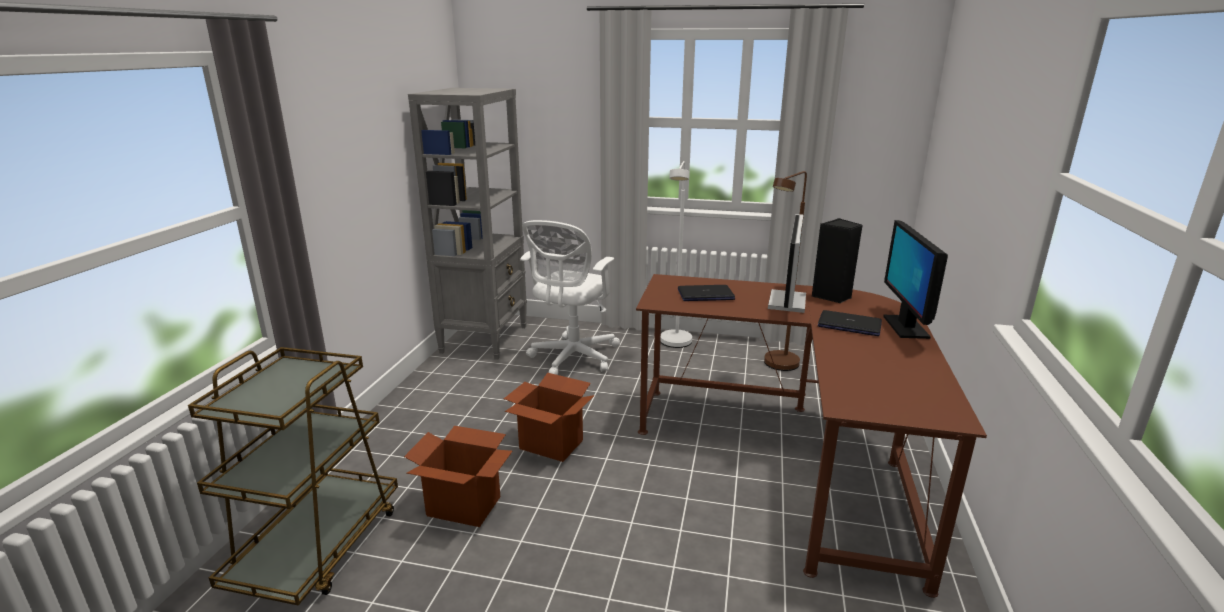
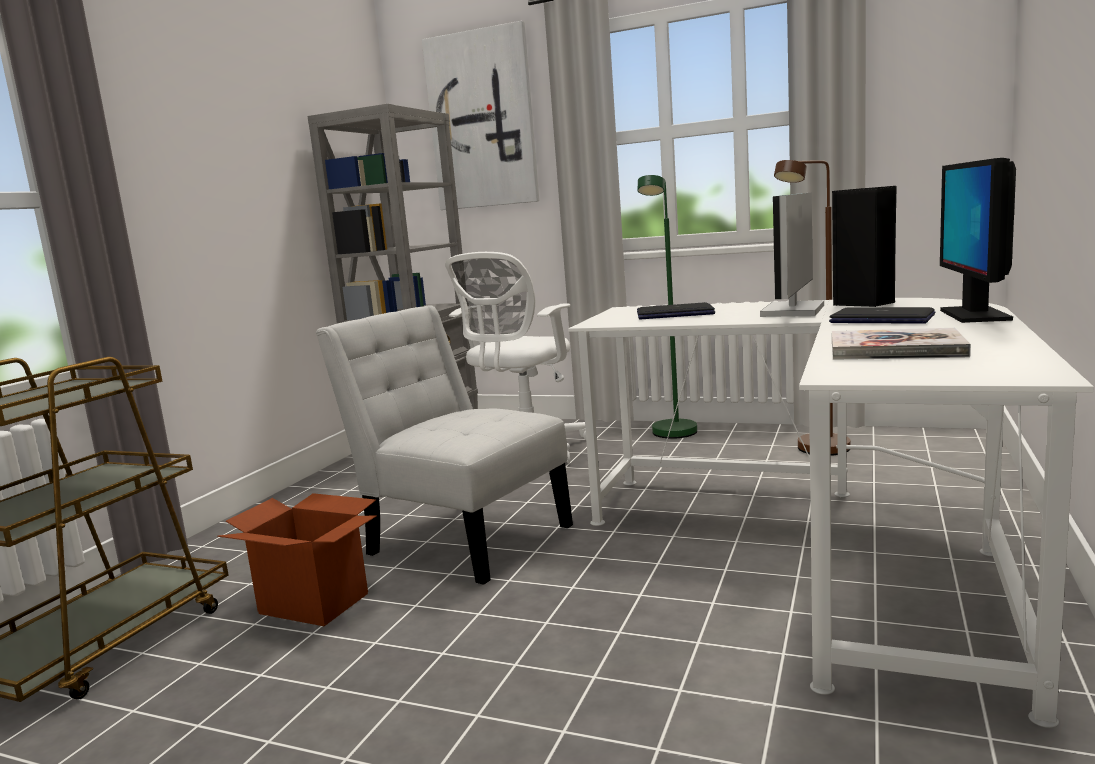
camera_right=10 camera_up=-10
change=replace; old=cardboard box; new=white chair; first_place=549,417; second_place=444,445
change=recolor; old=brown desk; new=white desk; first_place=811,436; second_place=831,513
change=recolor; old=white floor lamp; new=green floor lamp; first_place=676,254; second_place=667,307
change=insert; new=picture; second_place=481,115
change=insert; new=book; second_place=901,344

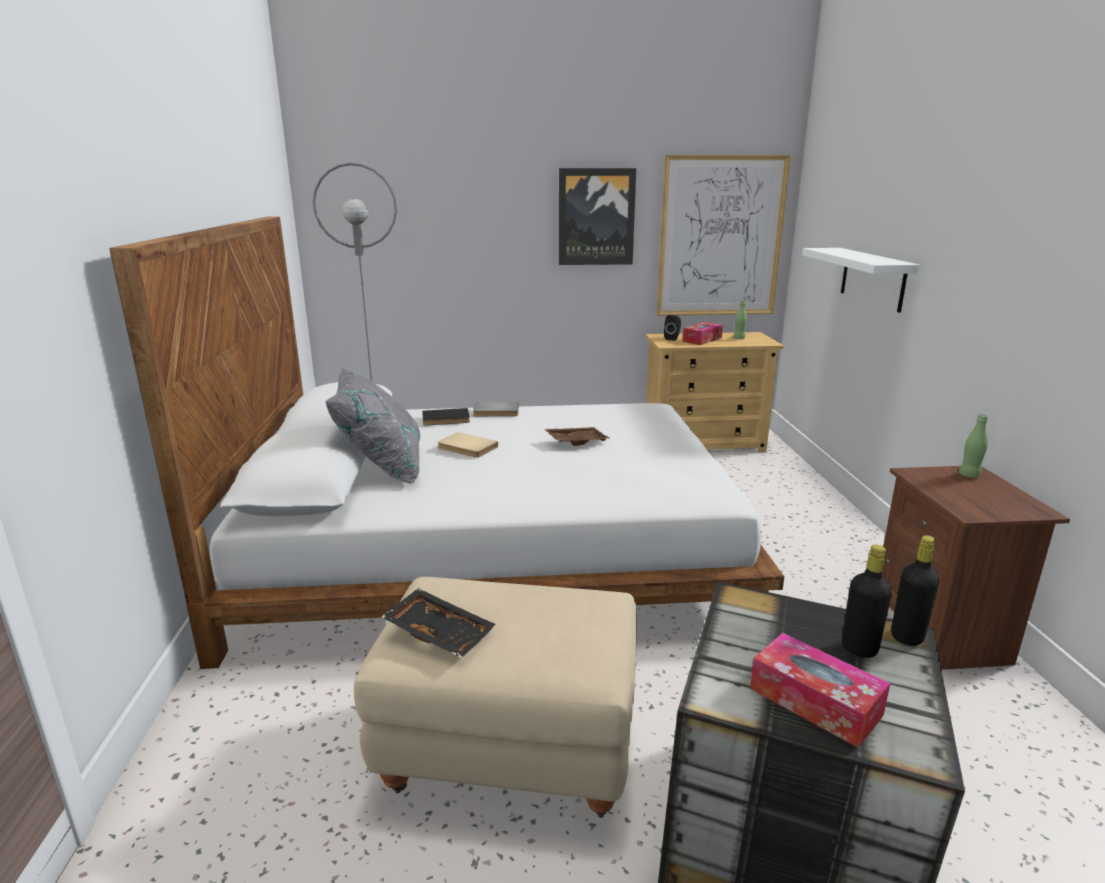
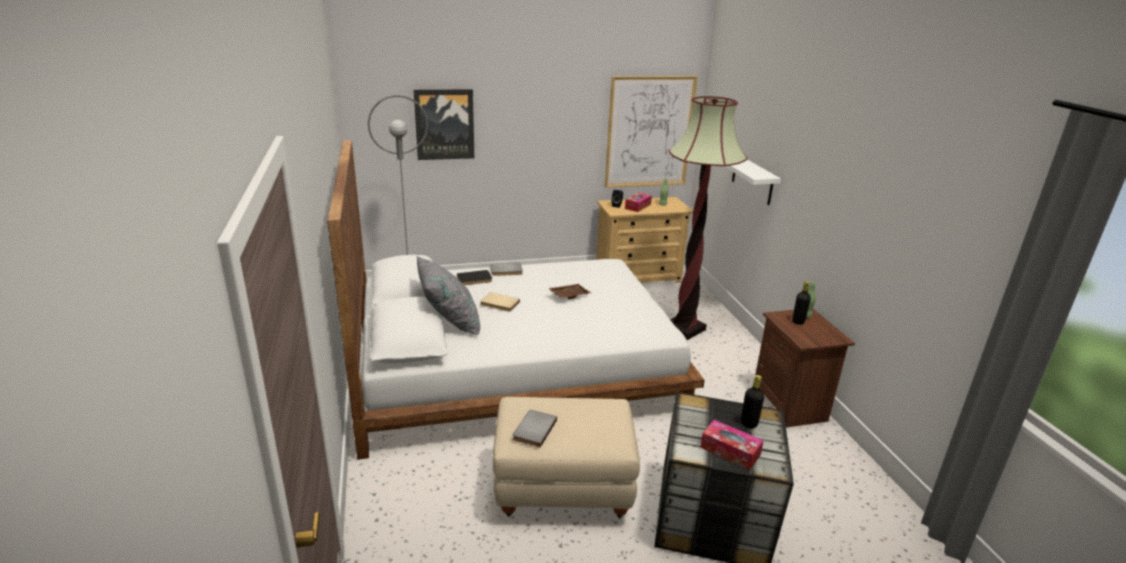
camera_right=-10 camera_up=5
change=replace; old=black tray; new=grey book; first_place=438,623; second_place=535,428
change=move; old=picture; first_place=597,216; second_place=444,124
change=move; old=black bottle; first_place=915,590; second_place=801,303
change=insert; new=floor lamp; second_place=708,218

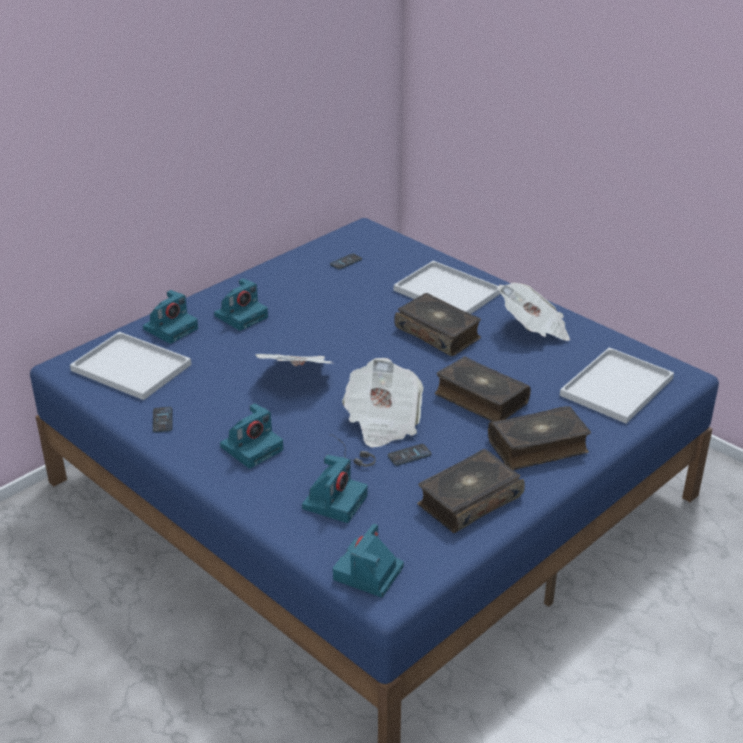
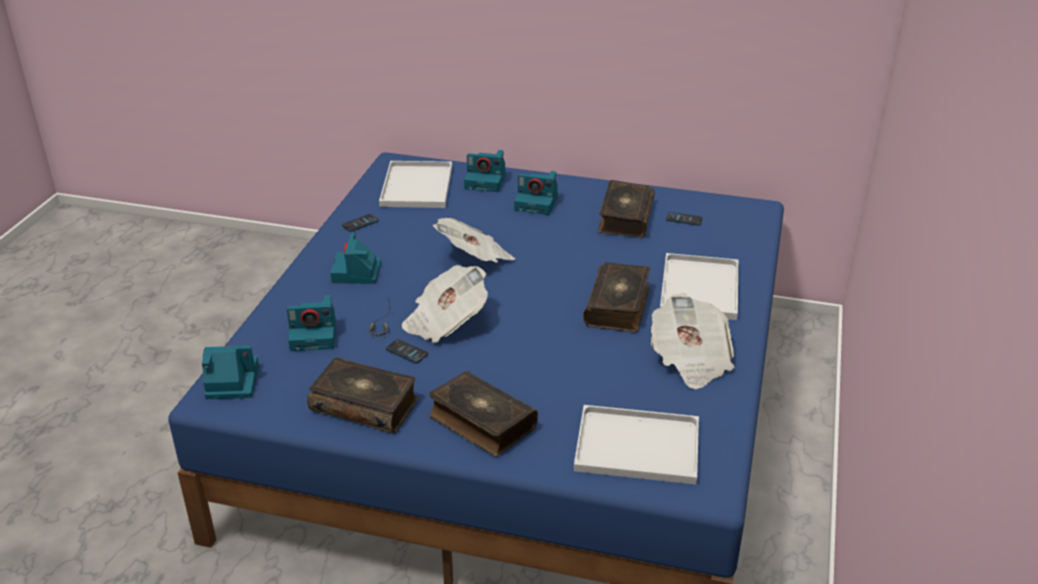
camera_right=60 camera_up=0
change=rotate; old=photo camera; first_place=251,436; second_place=355,258; degrees=75
change=move; old=book; first_place=483,389; second_place=626,209

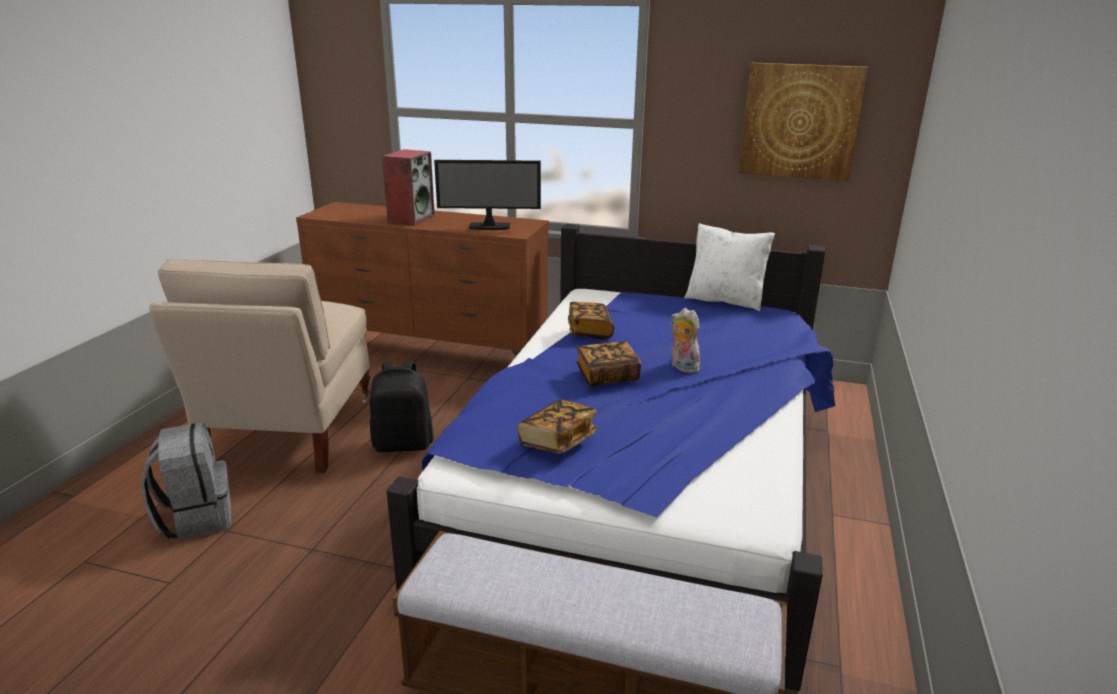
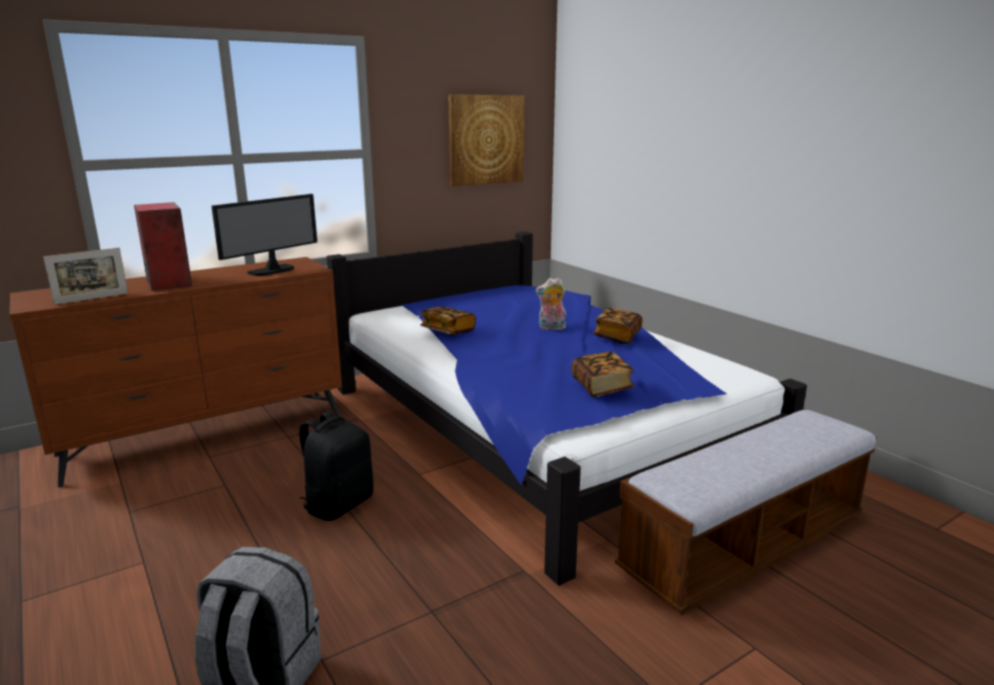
camera_right=-50 camera_up=-5
change=delete; old=beige chair; first_place=259,366
change=move; old=book; first_place=608,363; second_place=618,326
change=delete; old=white pillow; first_place=729,267
change=insert; new=picture frame; second_place=85,276

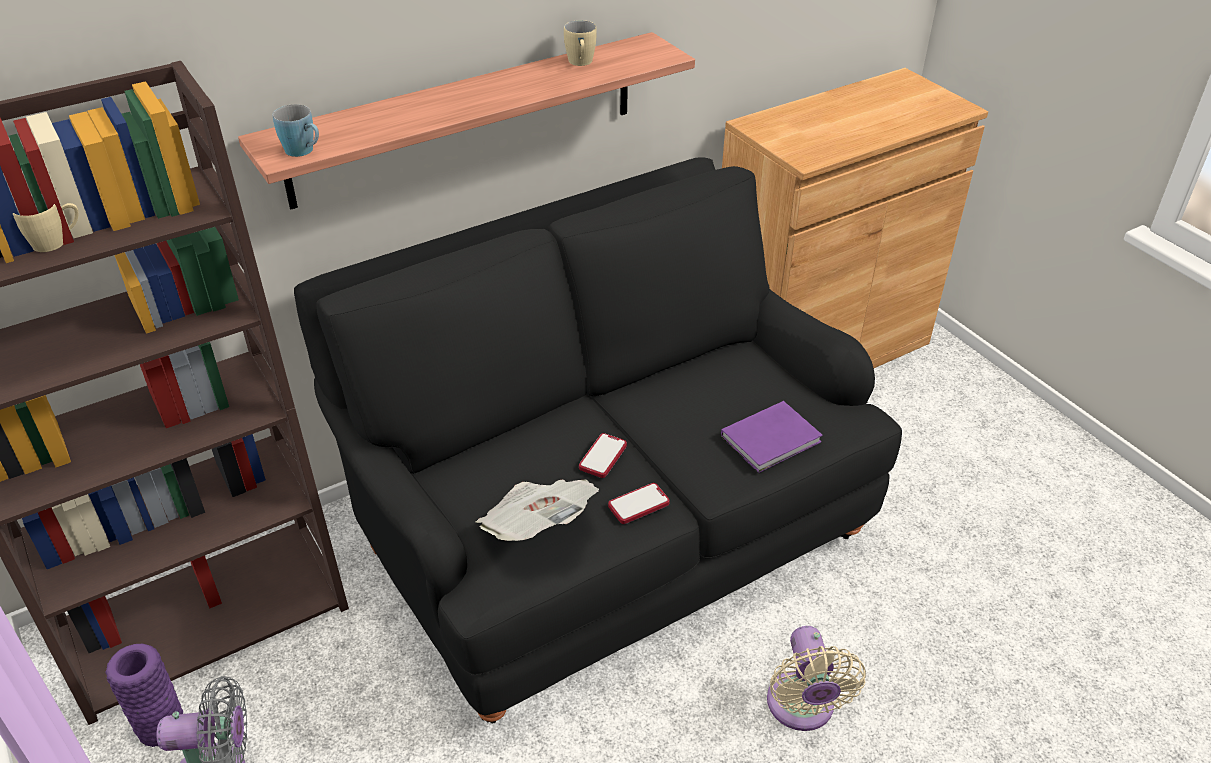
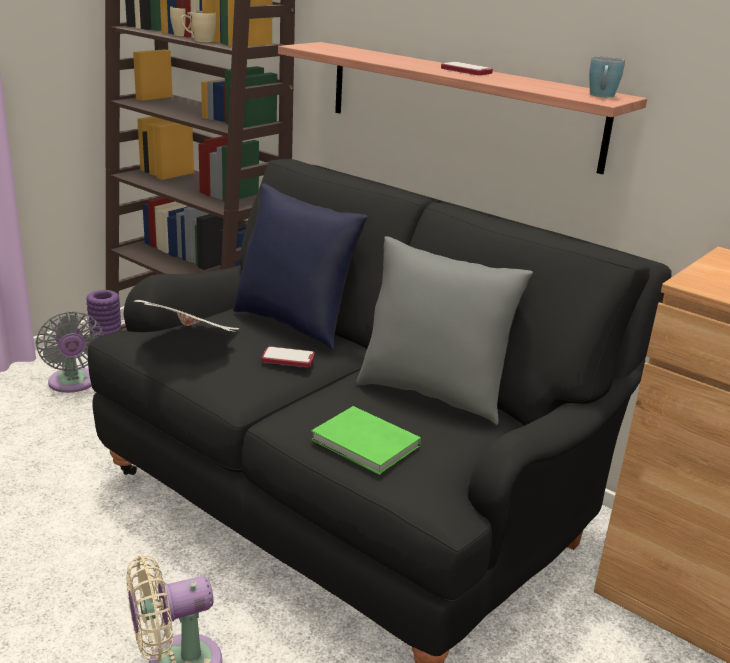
camera_right=70 camera_up=-15
change=move; old=blue mug; first_place=296,130; second_place=607,77
change=move; old=beige mug; first_place=580,43; second_place=198,26
change=move; old=phone; first_place=639,503; second_place=467,68
change=recolor; old=purple book; new=green book; first_place=772,437; second_place=366,440
change=insert; new=blue pillow; second_place=300,266
change=insert; new=grey pillow; second_place=444,330

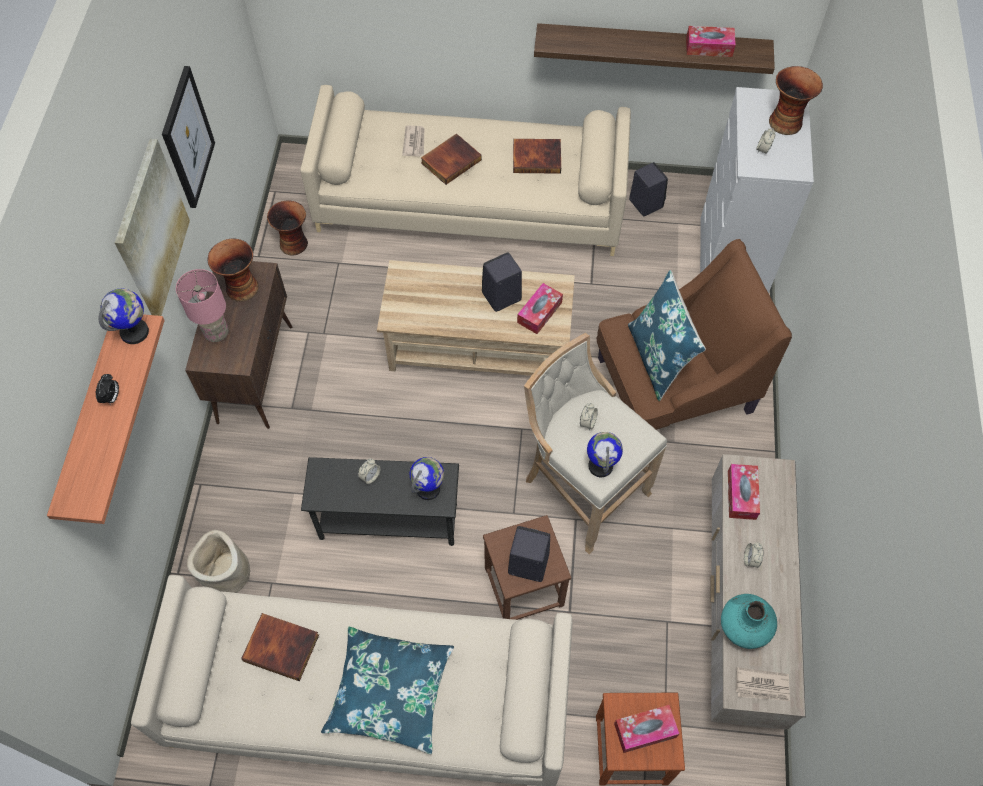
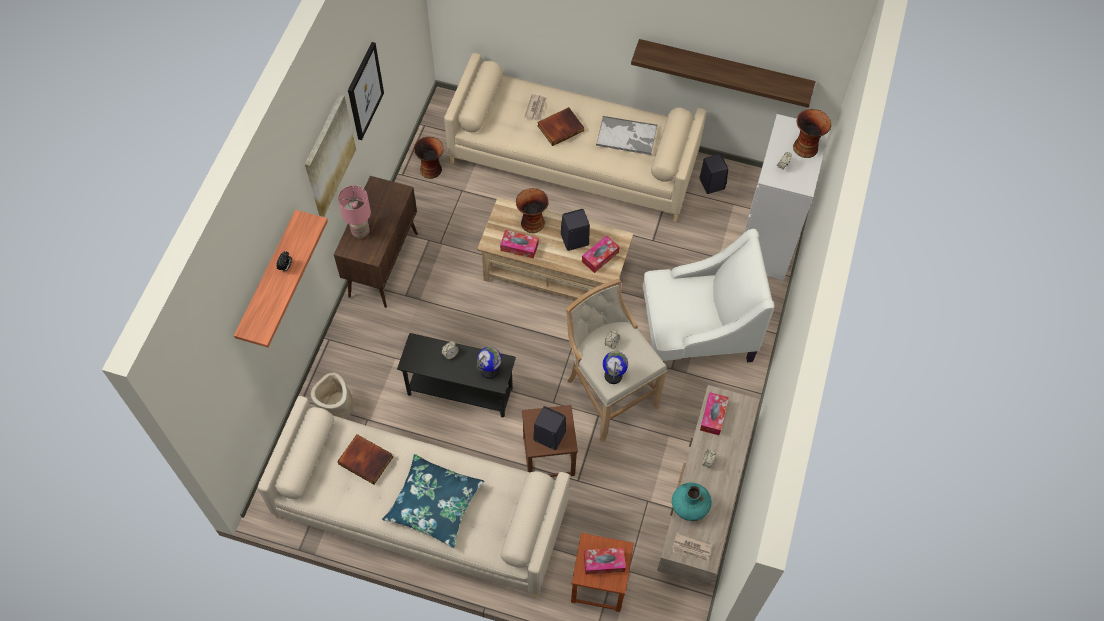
camera_right=10 camera_up=0
change=delete; old=globe; first_place=123,316
change=move; old=vase; first_place=233,270; second_place=532,210
change=replace; old=book; new=tray; first_place=537,156; second_place=627,135
change=recolor; old=brown armchair; new=white armchair; first_place=694,334; second_place=708,295
change=delete; old=blue pillow; first_place=667,335
change=move; old=tissue box; first_place=711,41; second_place=519,244

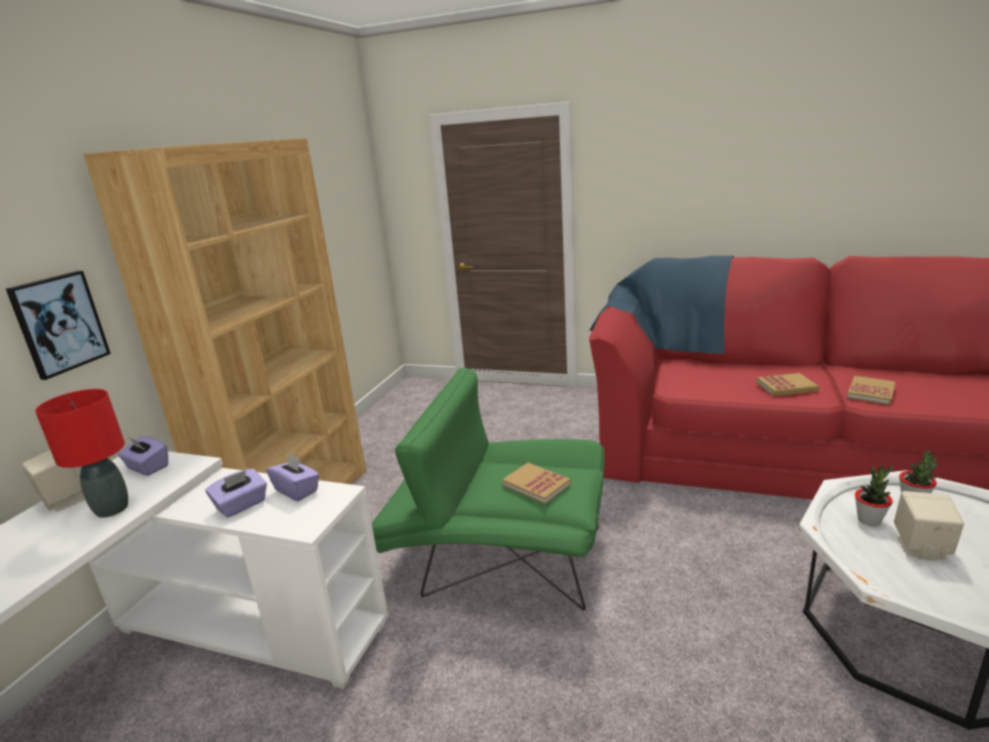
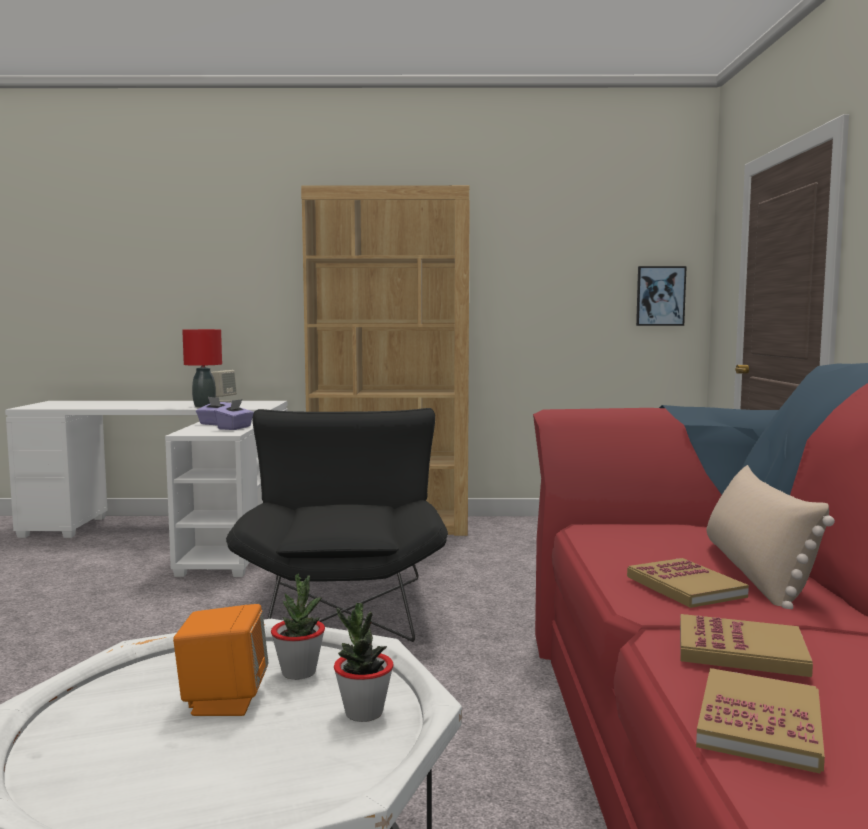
camera_right=70 camera_up=-15
change=move; old=picture; first_place=58,325; second_place=661,296
change=delete; old=purple tissue box; first_place=143,456
change=recolor; old=green armchair; new=black armchair; first_place=488,489; second_place=337,525
change=move; old=book; first_place=536,483; second_place=760,721
change=recolor; old=beige speaker; new=orange speaker; first_place=929,526; second_place=220,660
change=insert; new=beige pillow; second_place=771,537

